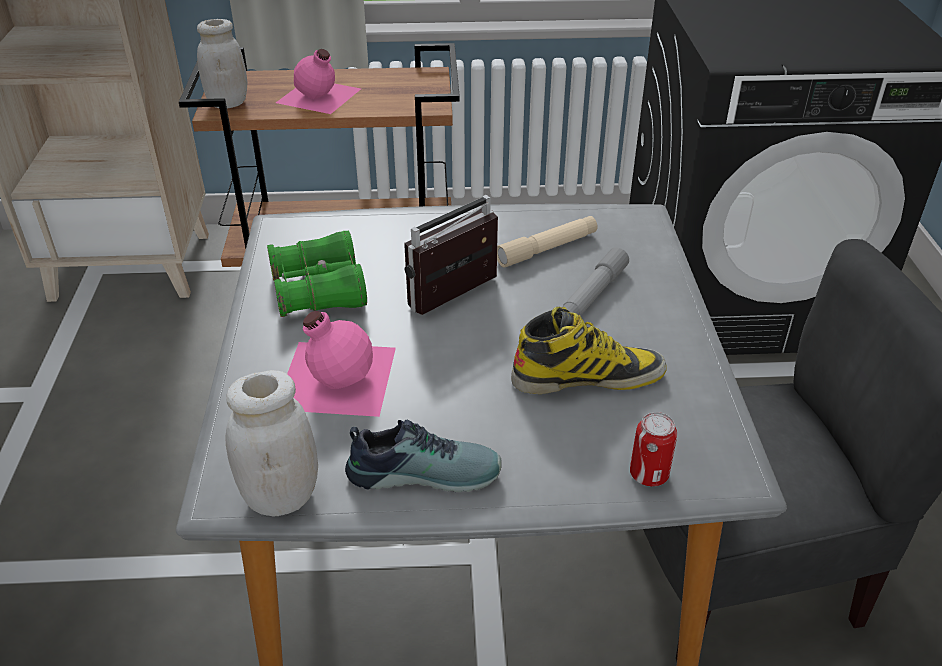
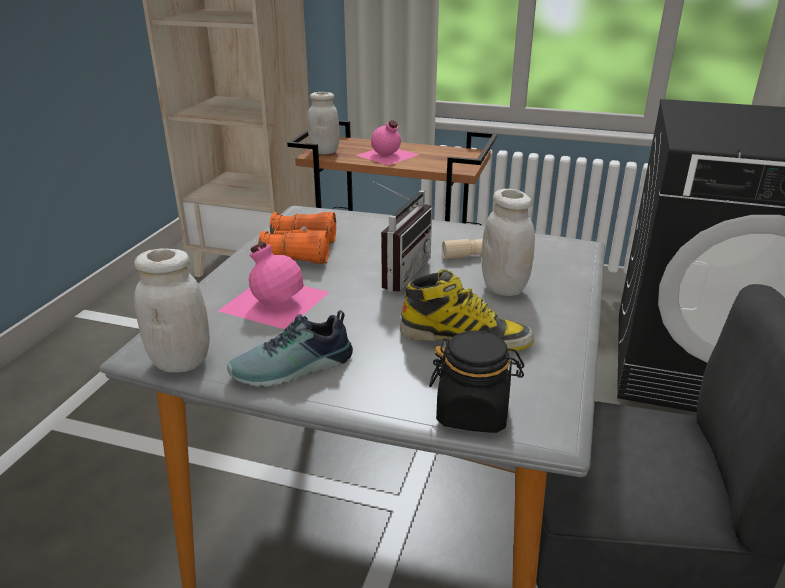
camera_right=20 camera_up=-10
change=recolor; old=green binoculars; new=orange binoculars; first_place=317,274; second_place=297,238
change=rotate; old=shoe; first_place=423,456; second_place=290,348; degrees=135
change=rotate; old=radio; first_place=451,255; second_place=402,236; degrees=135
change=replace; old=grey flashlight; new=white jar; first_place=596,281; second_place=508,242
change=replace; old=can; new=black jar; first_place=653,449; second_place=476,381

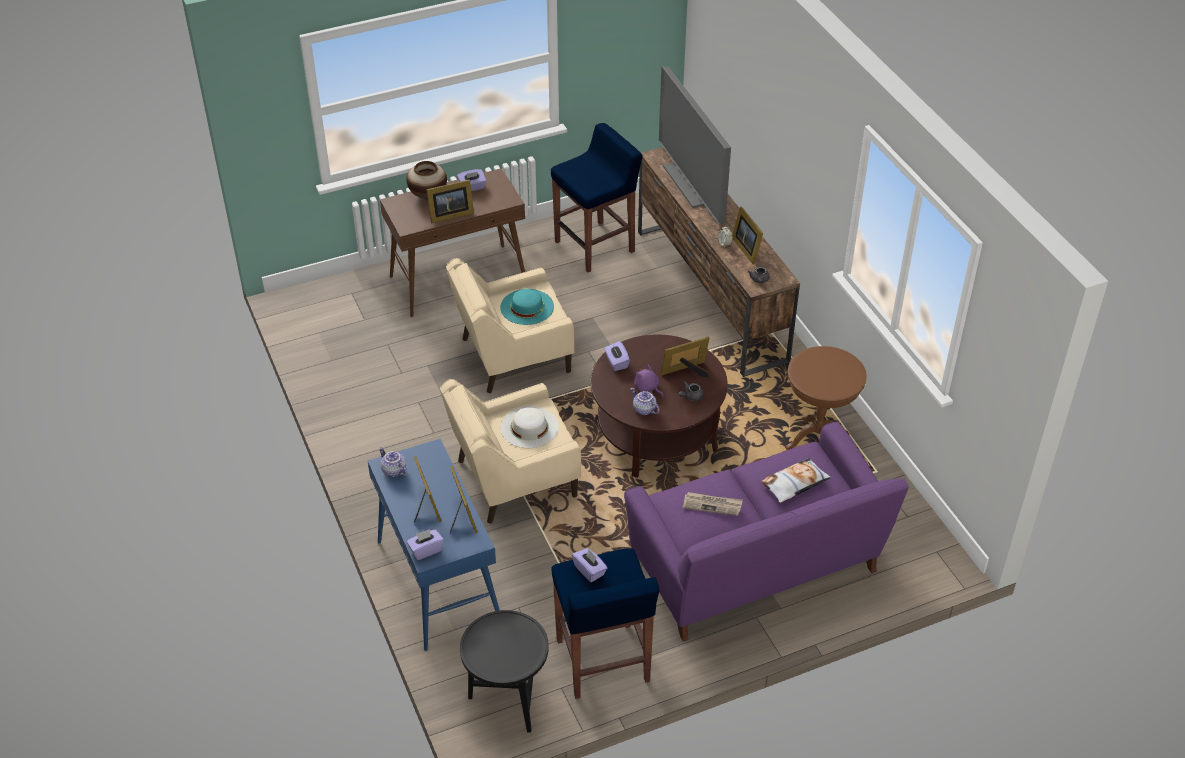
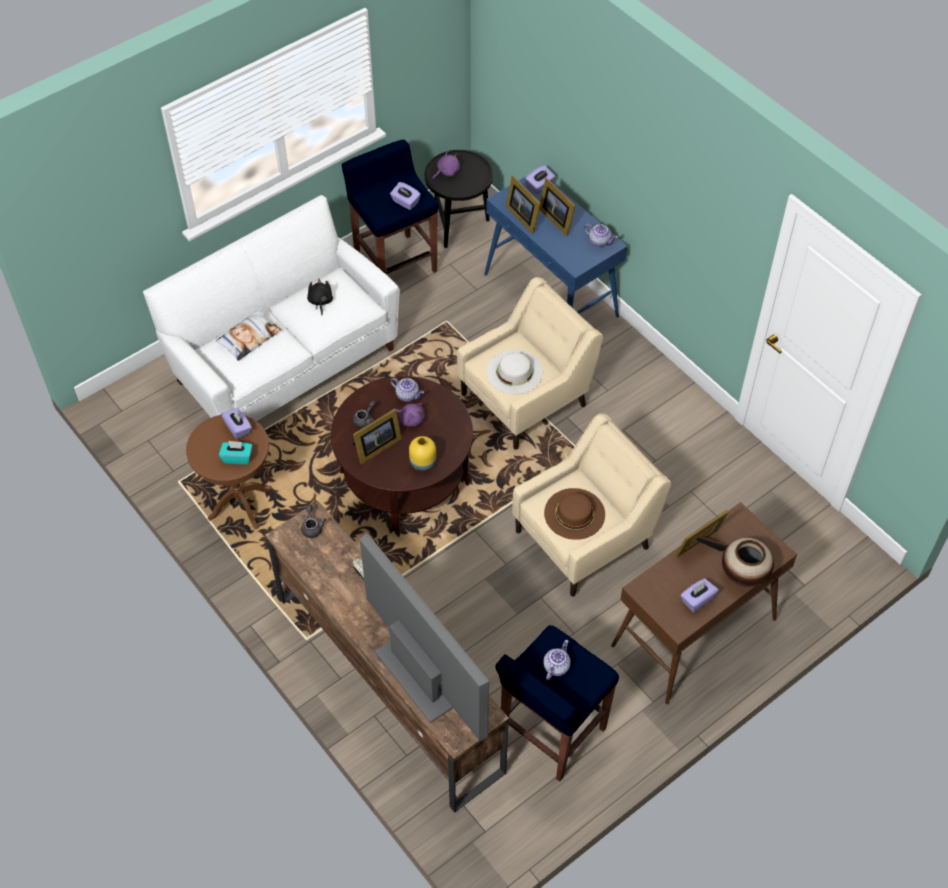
camera_right=165 camera_up=10
change=recolor; old=turquoise hat; new=brown hat; first_place=527,307; second_place=574,514
change=move; old=purple tissue box; first_place=617,356; second_place=236,424
change=recolor; old=purple sofa; new=white sofa; first_place=766,532; second_place=271,308
change=replace; old=newspaper; new=black plush toy; first_place=713,504; second_place=320,297
change=delete; old=picture frame; first_place=747,235
change=insert; new=turquoise tissue box; second_place=236,453
change=insert; new=yellow vase; second_place=422,454
change=insert; new=purple plush toy; second_place=446,164
change=insert; new=teapot; second_place=557,660

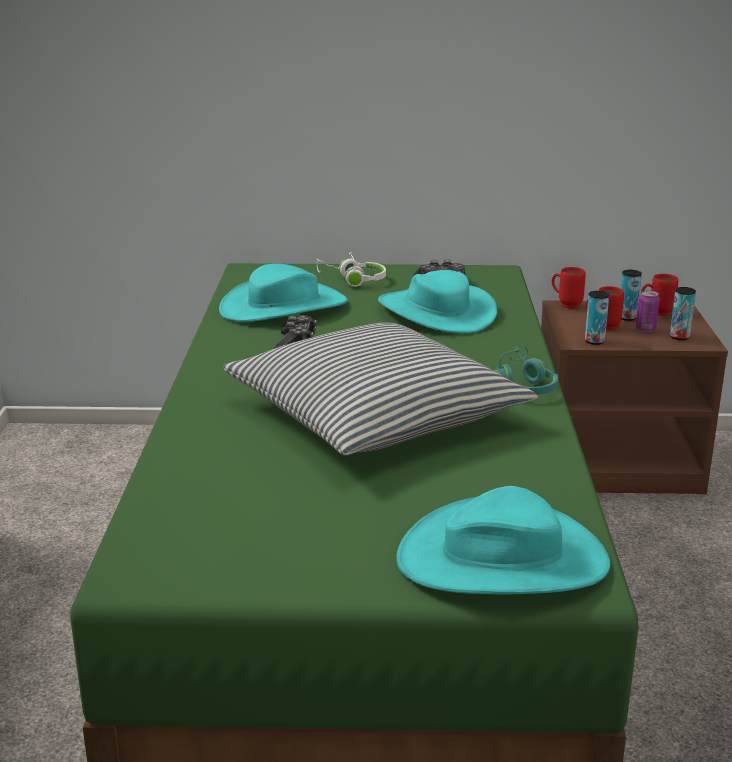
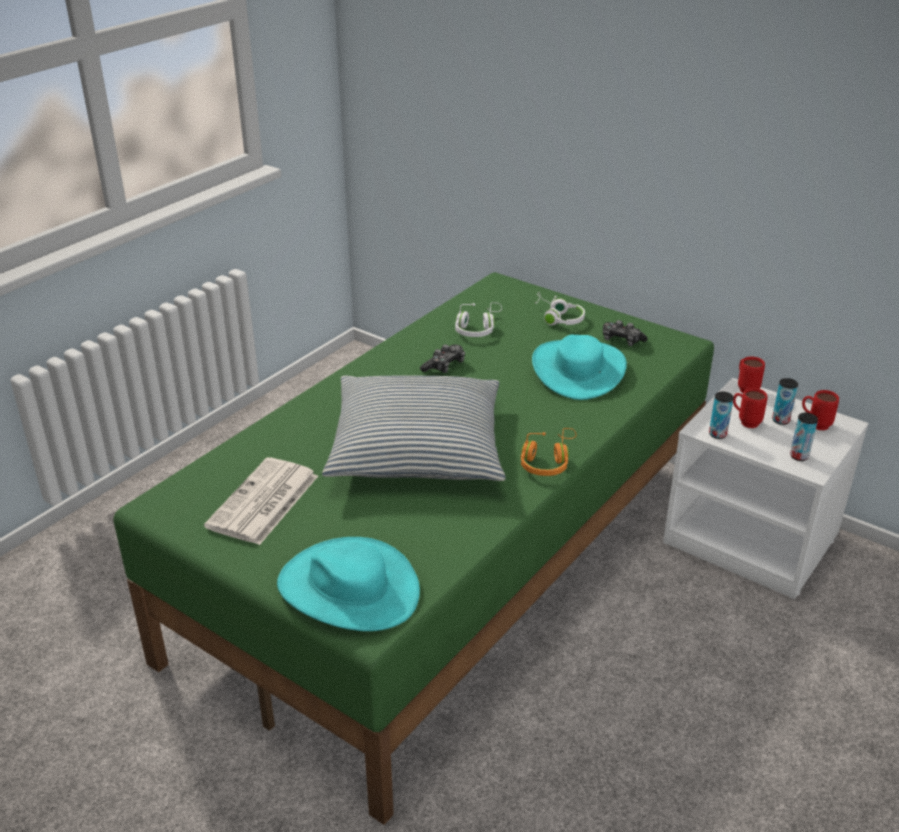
camera_right=35 camera_up=10
change=replace; old=turquoise hat; new=white headphones; first_place=283,293; second_place=478,319
change=recolor; old=turquoise headphones; new=orange headphones; first_place=526,370; second_place=549,452
change=recolor; old=brown nightstand; new=white nightstand; first_place=634,397; second_place=766,489
change=delete; old=can; first_place=648,312
change=insert; new=newspaper; second_place=261,501

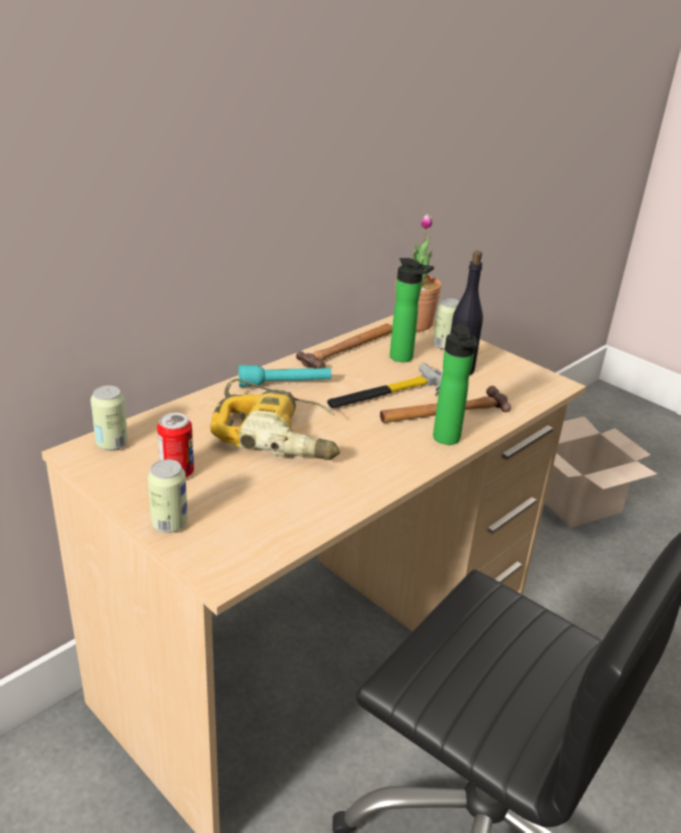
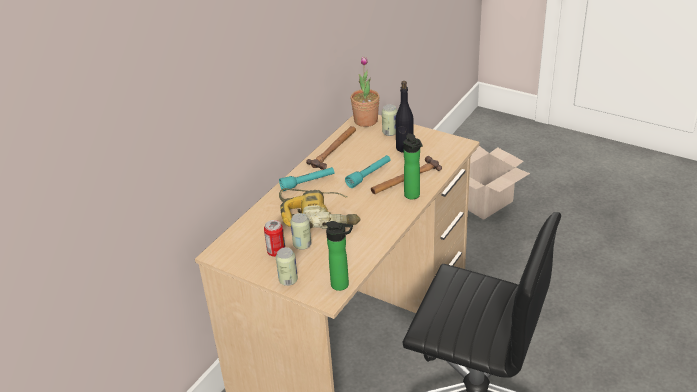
camera_right=-10 camera_up=5
change=move; old=can; first_place=109,418; second_place=300,231
change=replace; old=hammer; new=turquoise flashlight; first_place=385,385; second_place=368,171
change=move; old=bottle; first_place=412,310; second_place=339,256

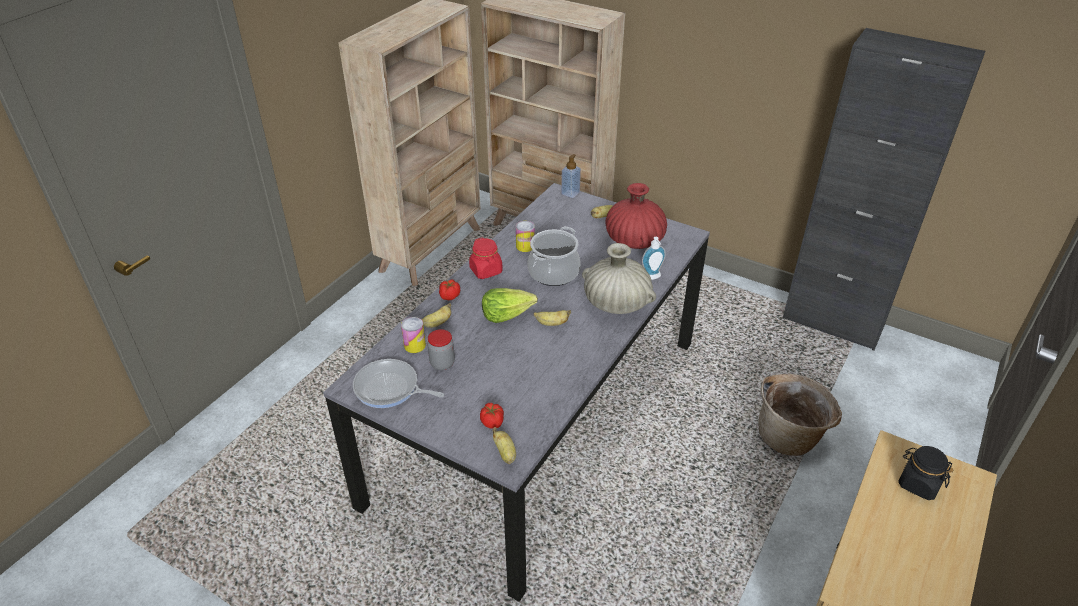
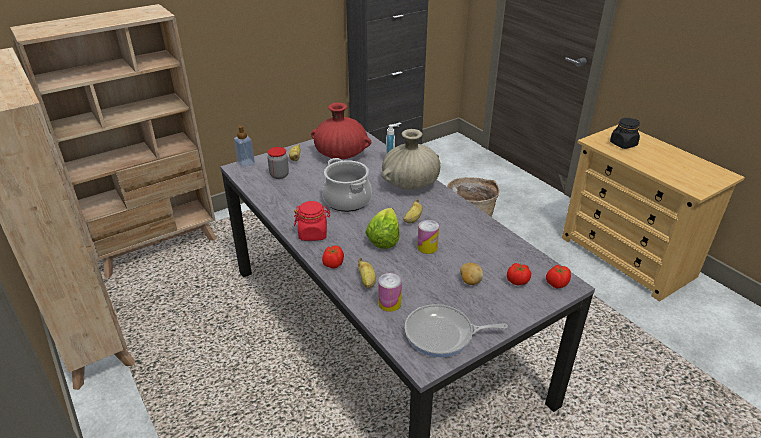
camera_right=-65 camera_up=-5
change=rotate; old=frying pan; first_place=398,383; second_place=456,330; degrees=45
change=move; old=jar; first_place=441,349; second_place=278,163
change=replace; old=banana; new=tomato; first_place=504,445; second_place=558,277
change=move; old=can; first_place=525,236; second_place=428,237
change=insert; new=potato; second_place=471,274

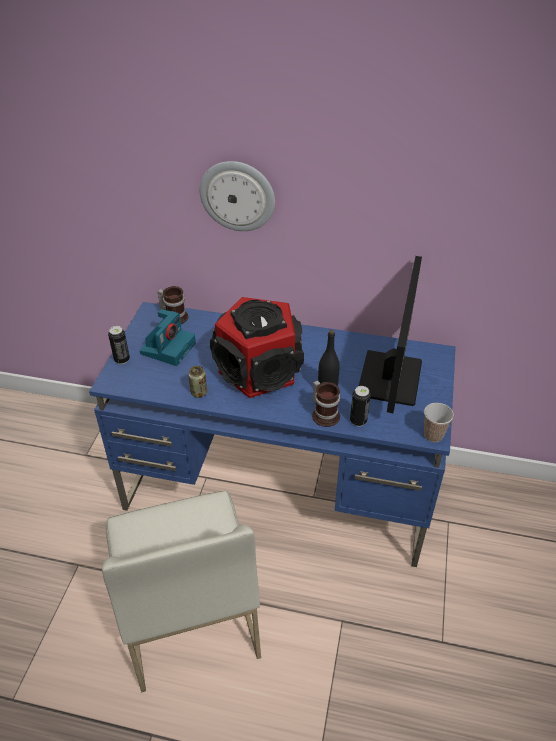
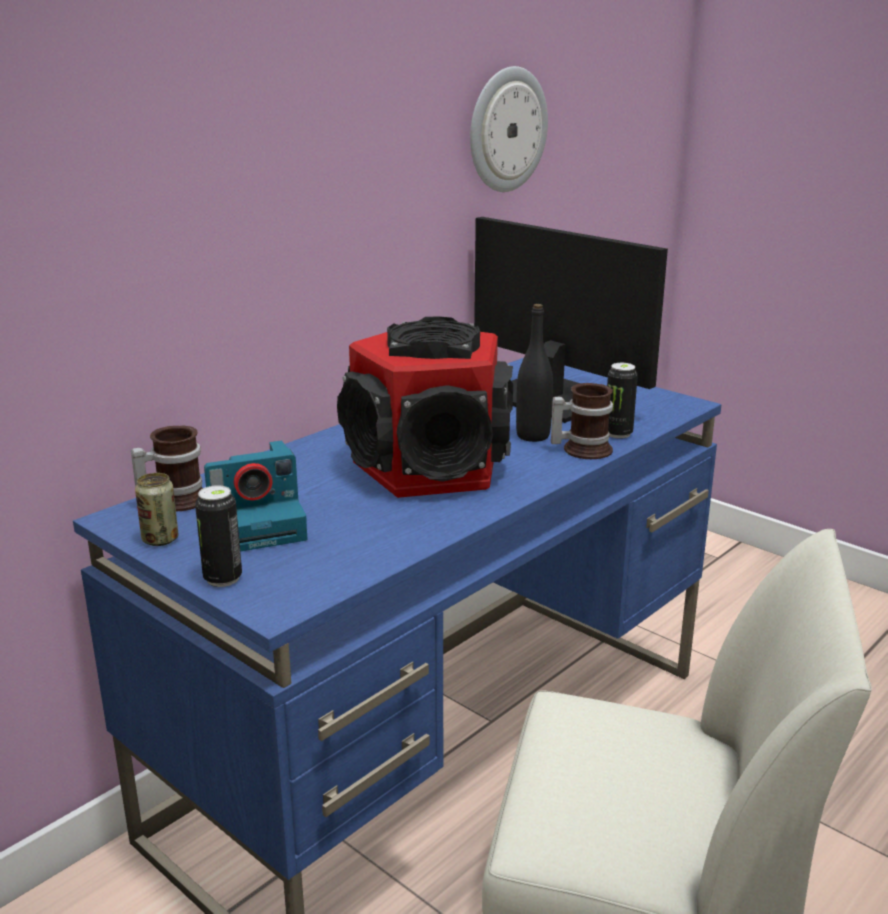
camera_right=-60 camera_up=-20
change=rotate; old=photo camera; first_place=168,337; second_place=255,496; degrees=105
change=move; old=can; first_place=197,382; second_place=156,509
change=move; old=wall clock; first_place=237,196; second_place=509,129
change=delete; old=cup; first_place=439,422

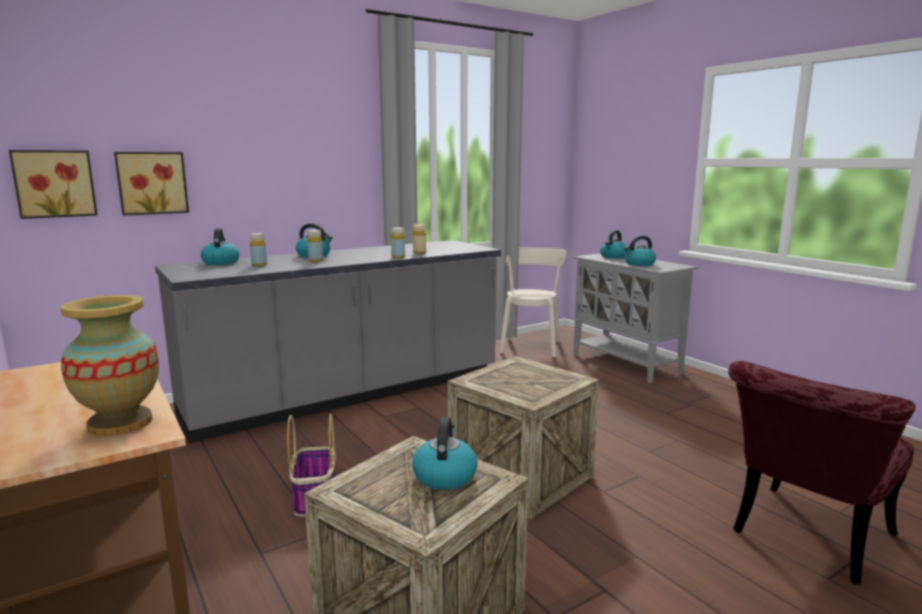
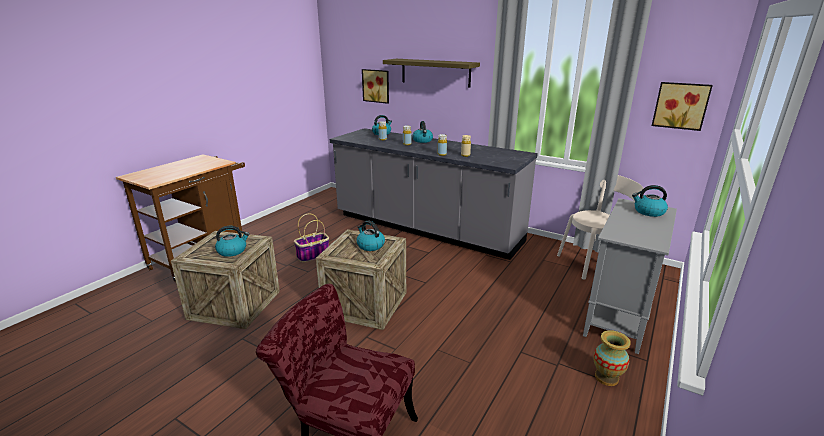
camera_right=65 camera_up=10
change=move; old=picture; first_place=53,184; second_place=682,106
change=move; old=vase; first_place=110,366; second_place=612,358
change=move; old=kettle; first_place=640,251; second_place=371,236
change=insert; new=shelf; second_place=431,73

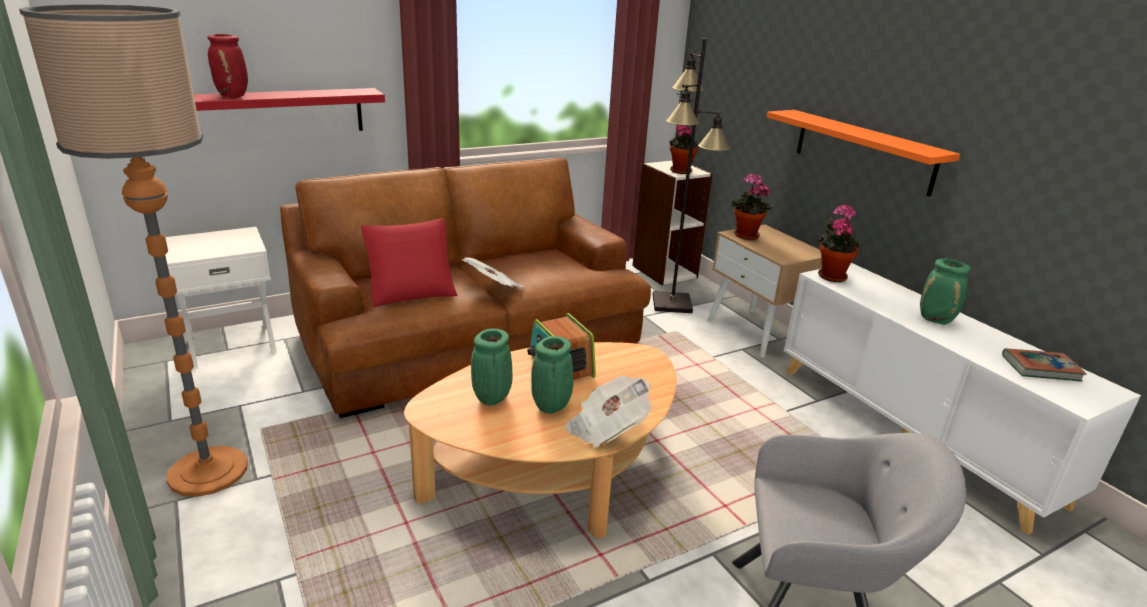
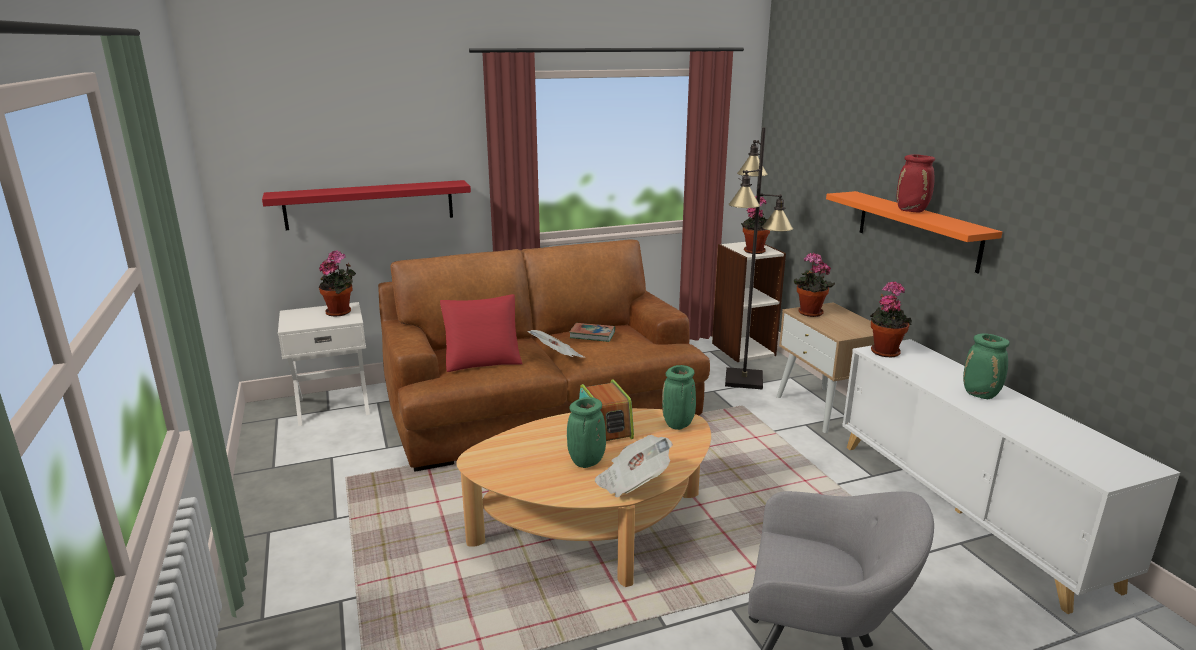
camera_right=10 camera_up=-5
change=delete; old=floor lamp; first_place=133,250
change=move; old=red vase; first_place=228,65; second_place=916,183
change=move; old=green vase; first_place=492,367; second_place=679,397
change=move; old=book; first_place=1044,365; second_place=592,332
change=insert; new=potted plant; second_place=337,283

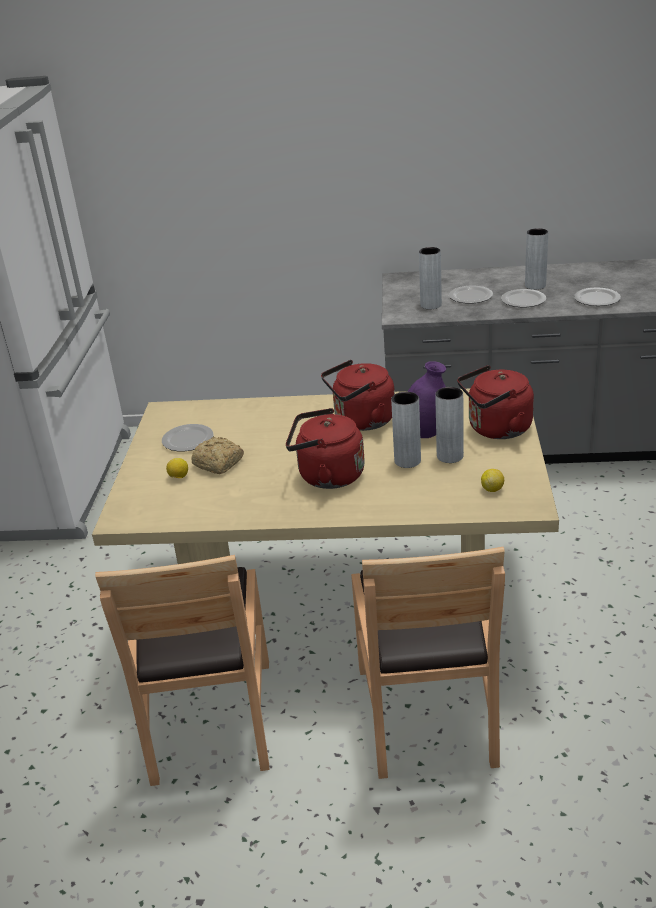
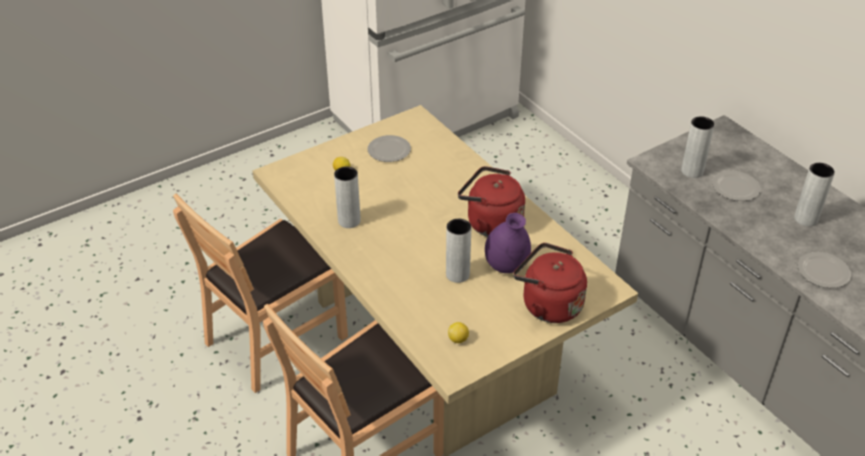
camera_right=50 camera_up=10
change=delete; old=bread; first_place=217,455
change=delete; old=red kettle; first_place=325,448
change=move; old=grey vase; first_place=449,425; second_place=347,197
change=delete; old=plate; first_place=523,298

